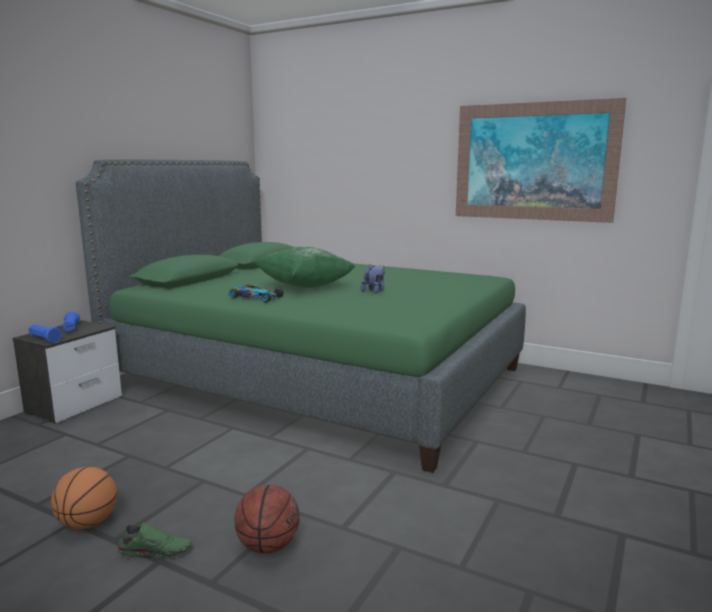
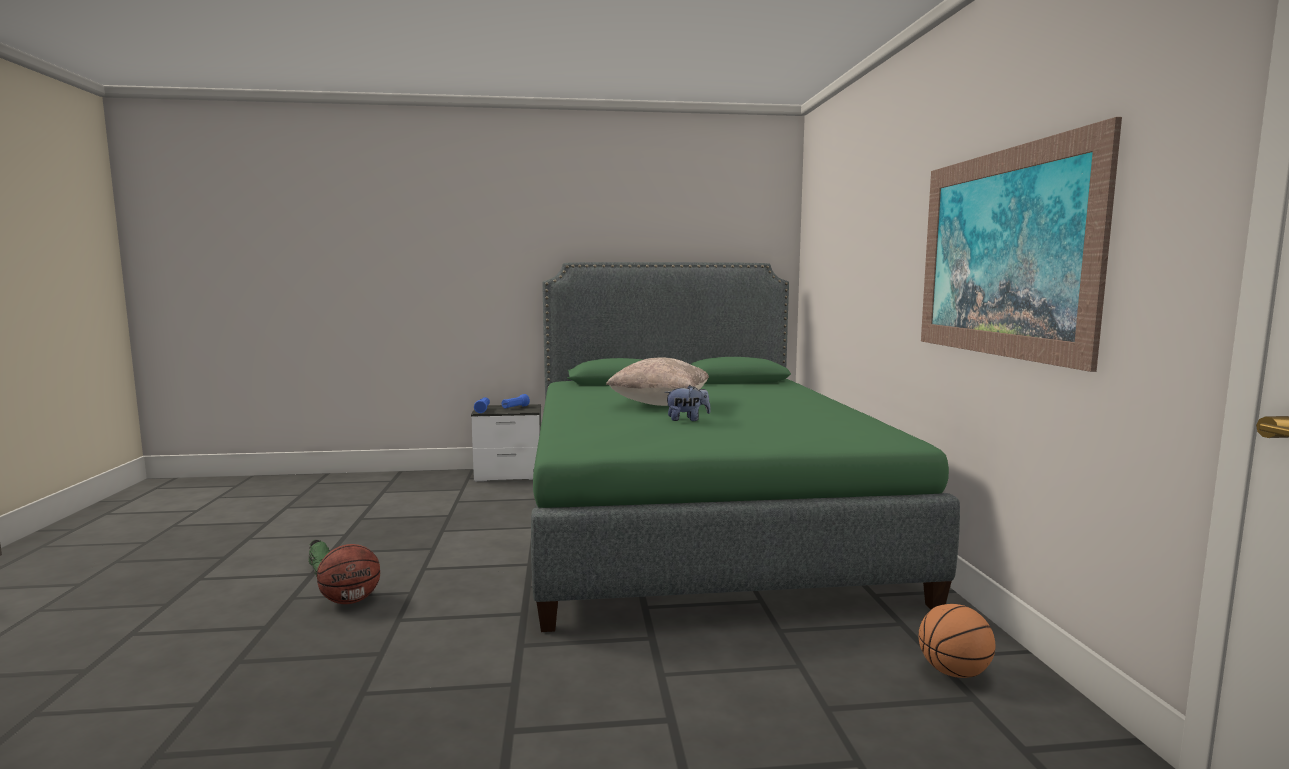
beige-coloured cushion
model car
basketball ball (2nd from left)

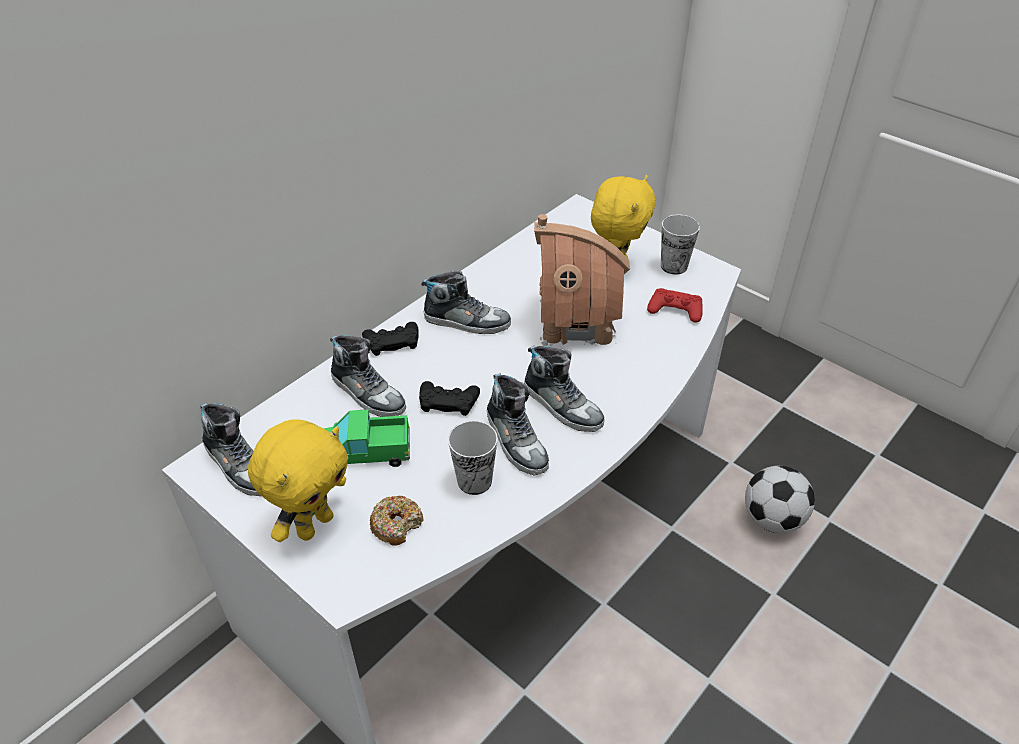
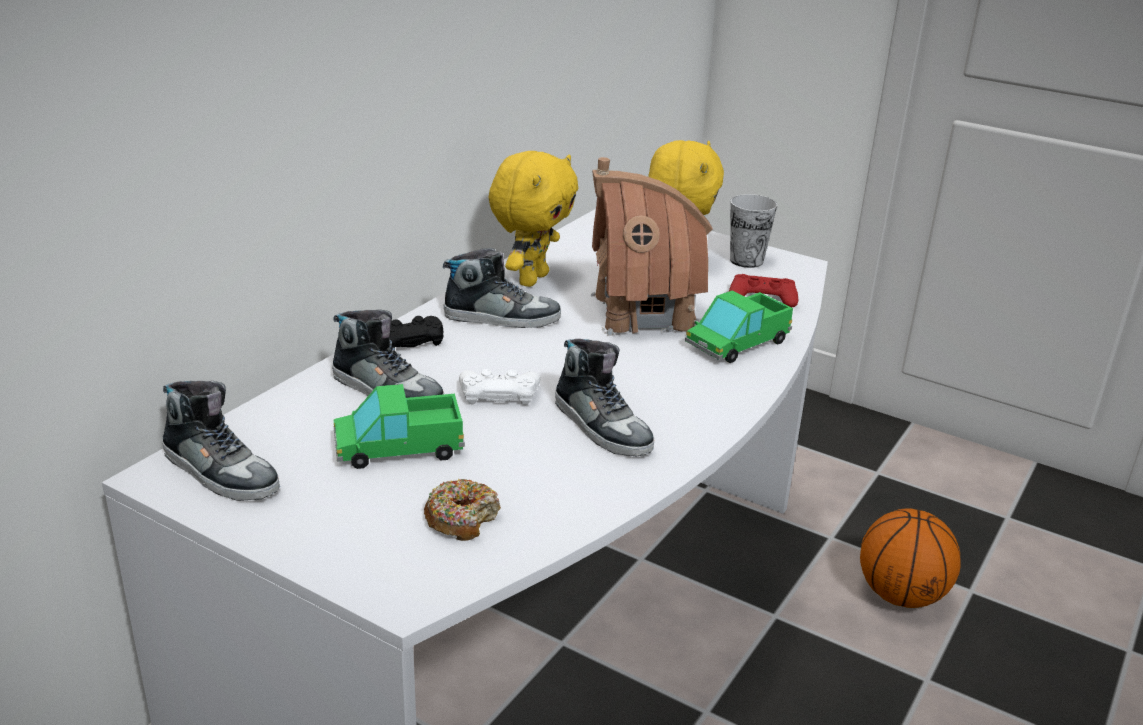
low shoe (5th from left in the first image)
whitish gamepad
yellowish plush toy (1st from left)
small cup (1st from left in the first image)
basketball ball
toy truck (2nd from left)

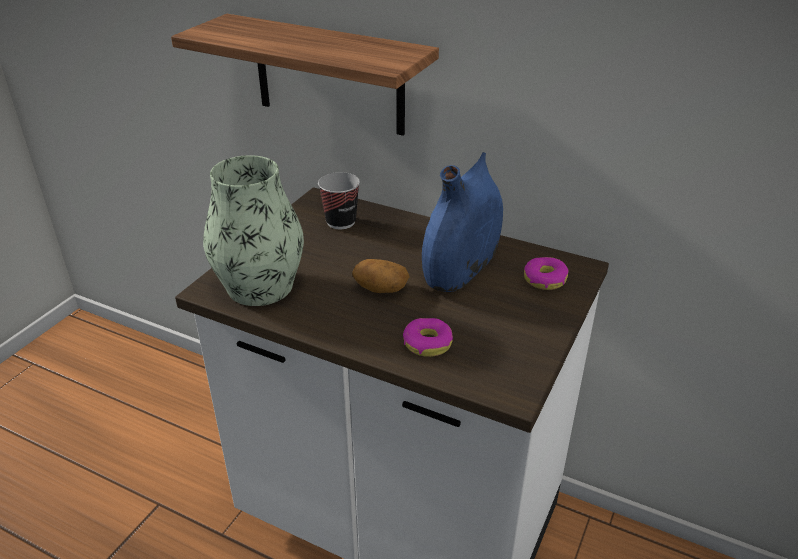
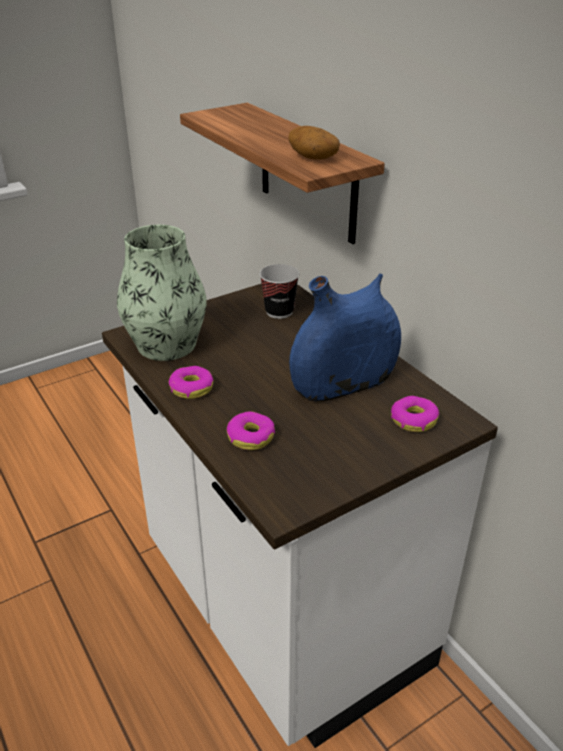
whole potato
ring doughnut (1st from left)

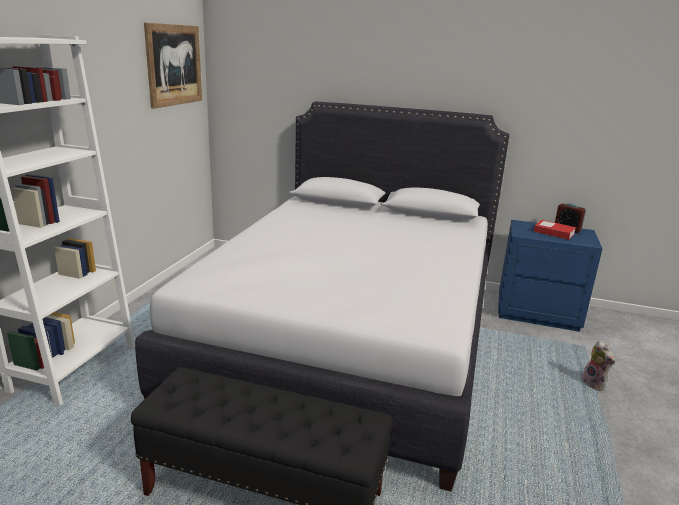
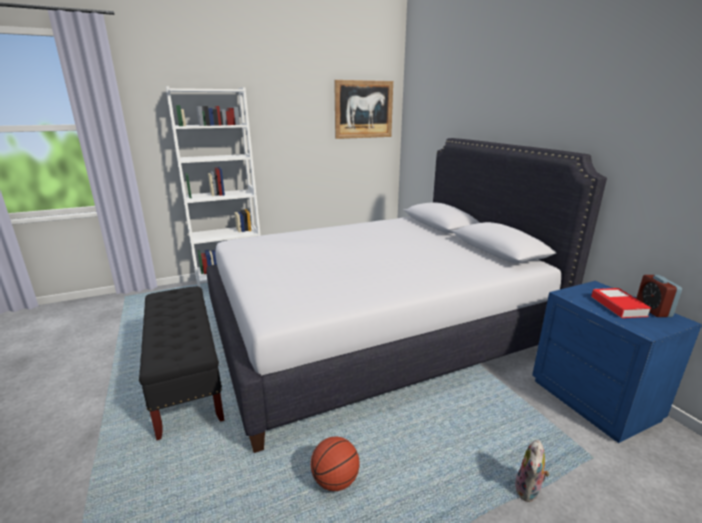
basketball ball

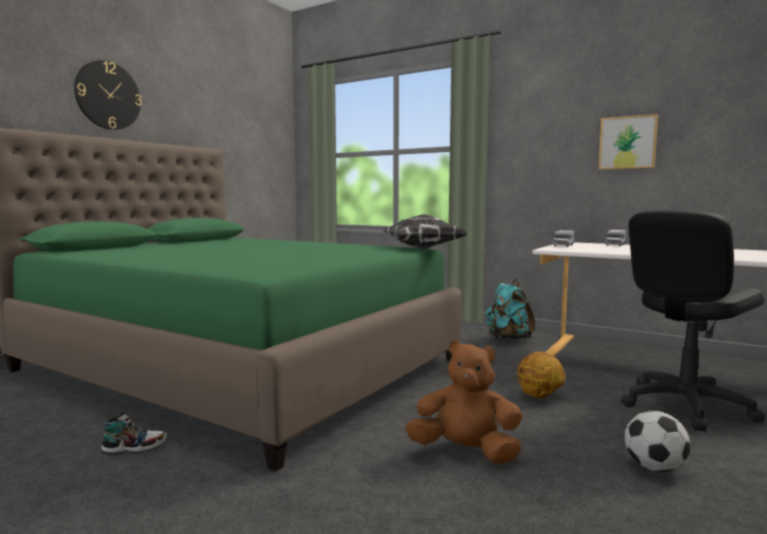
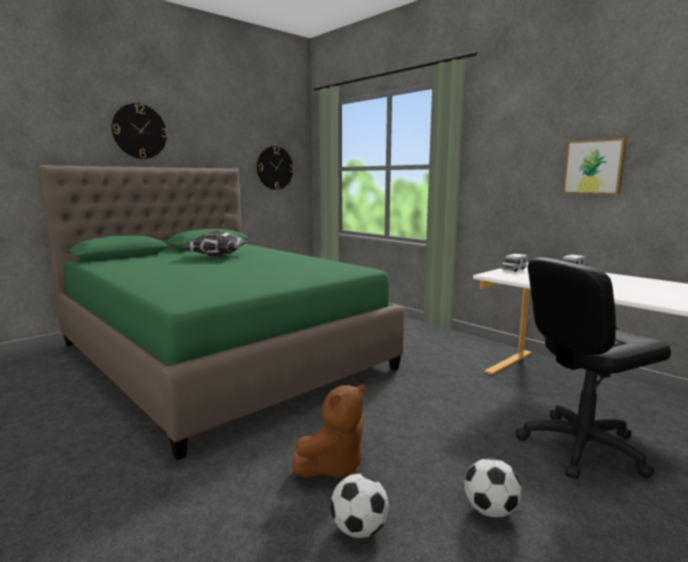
cushion
turquoise knapsack
brown plush toy
basketball ball
low shoe
hanging clock (2nd from left)
football (1st from left)

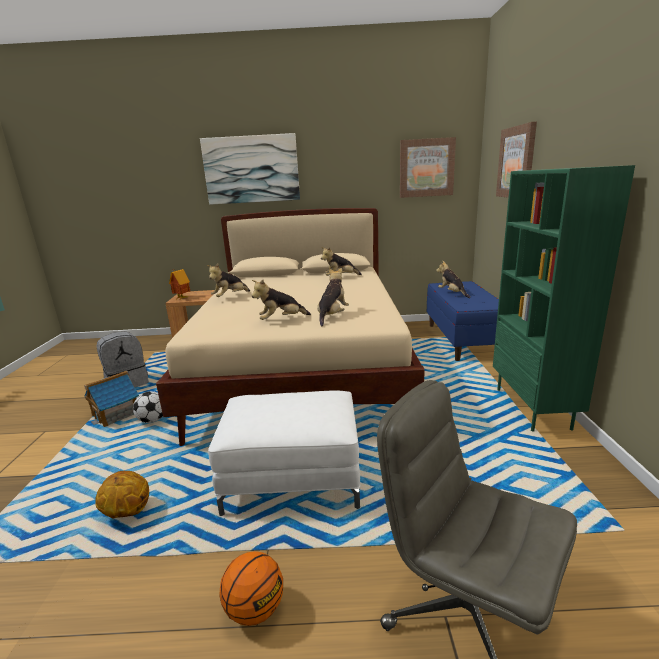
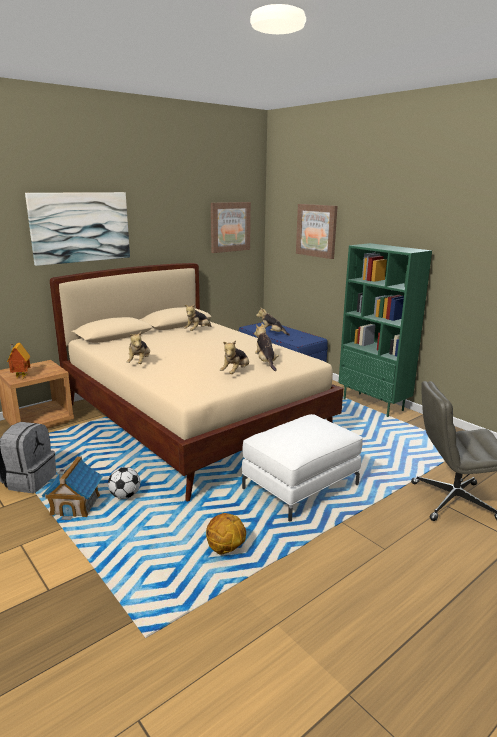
basketball ball (2nd from left in the first image)

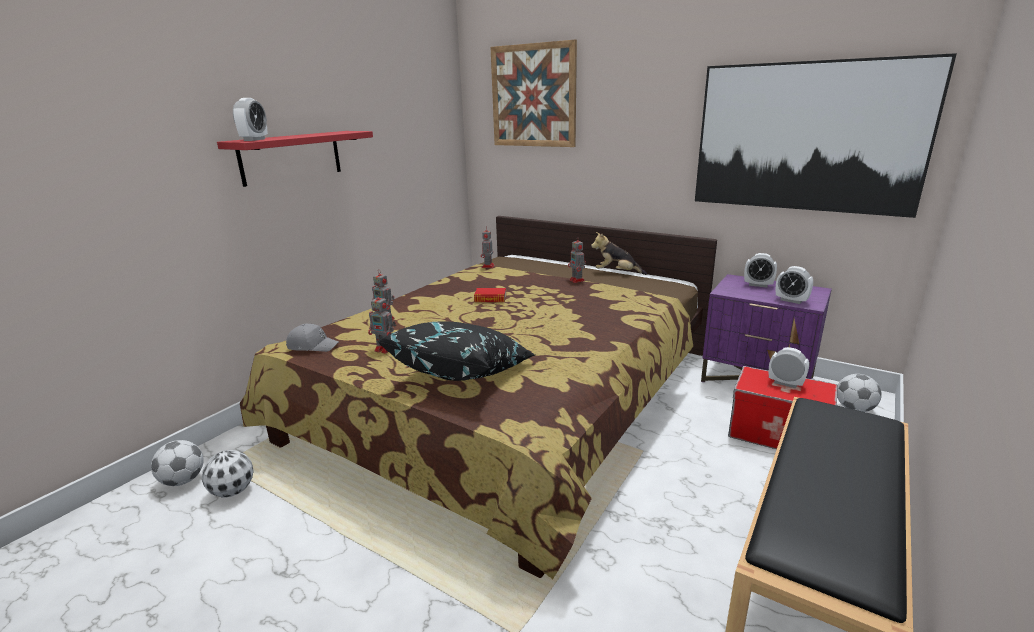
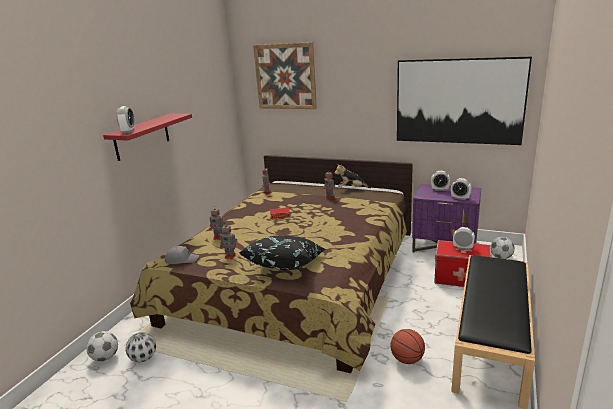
basketball ball

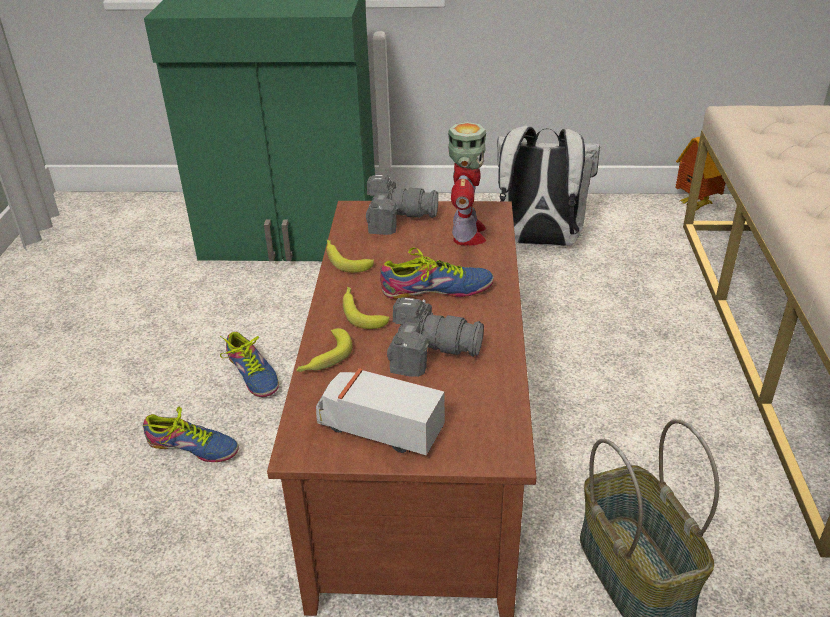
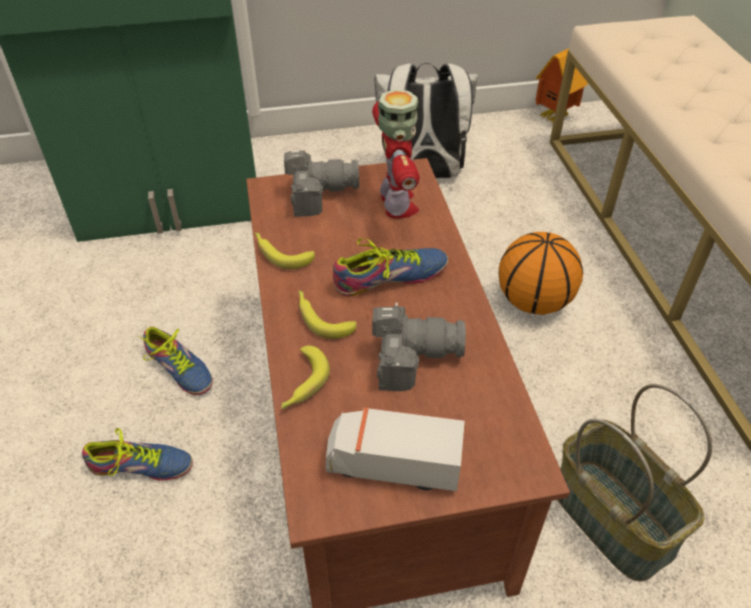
basketball ball

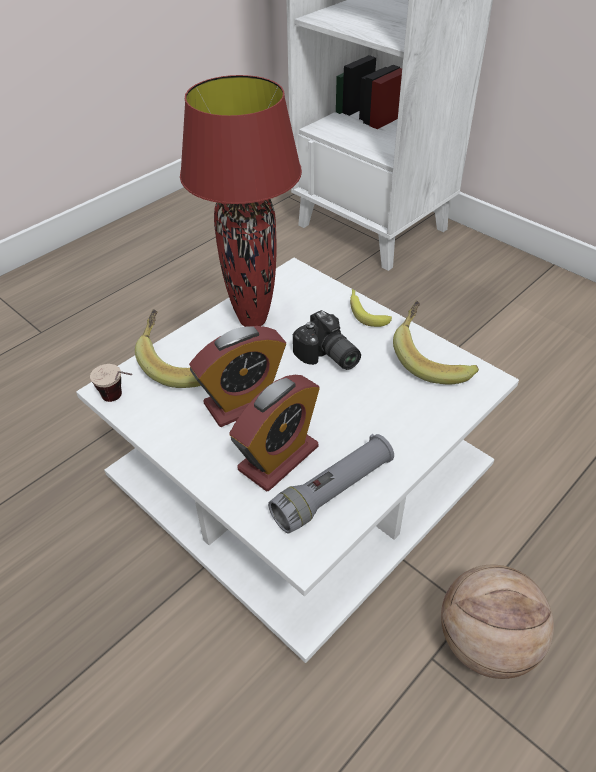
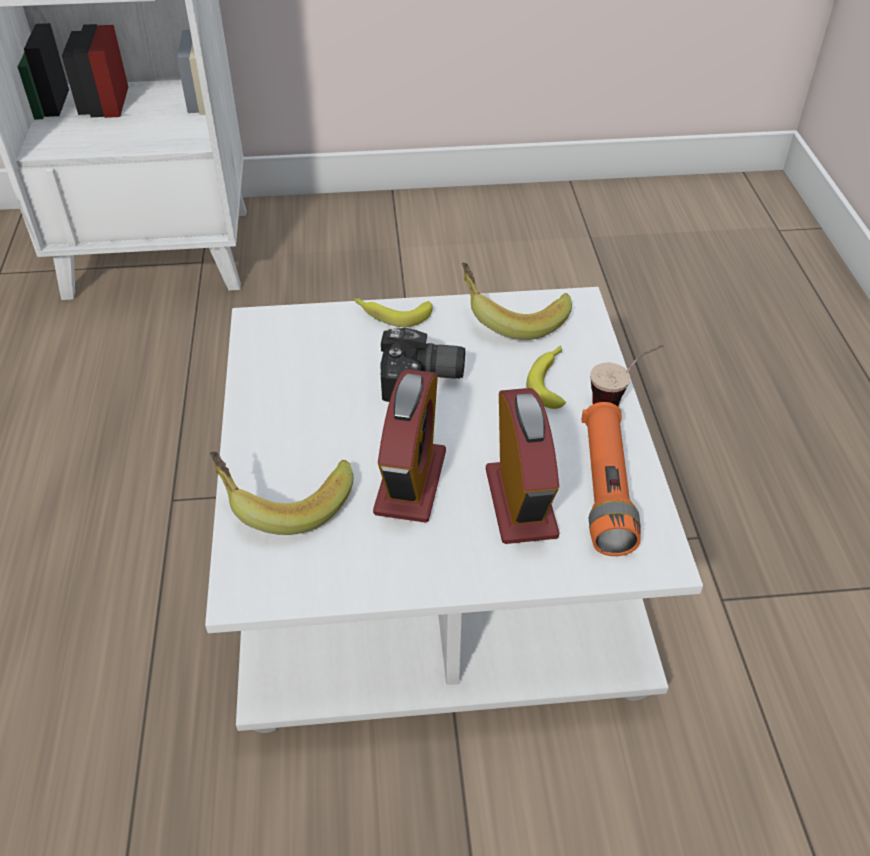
red-coloured tabletop lamp
small cup
orange flashlight
basketball ball
banana (4th from left)

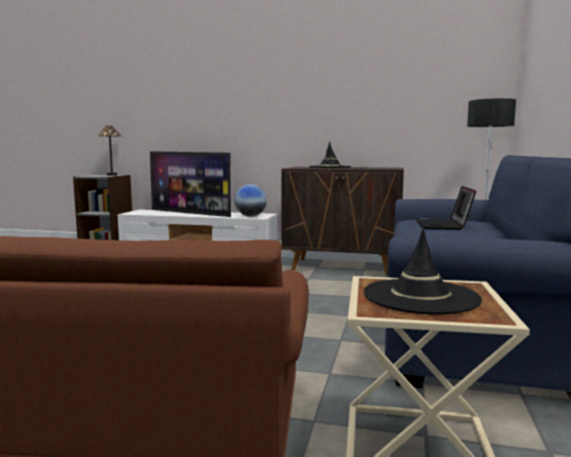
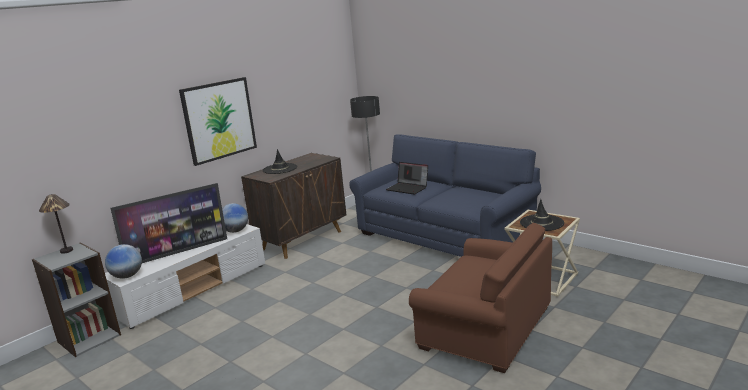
wall art
world globe (1st from left)

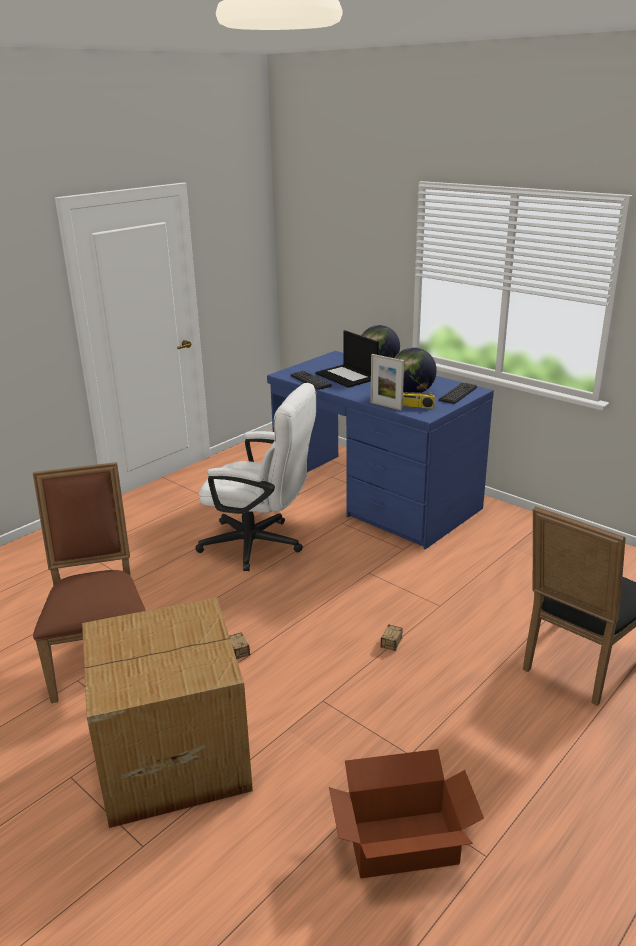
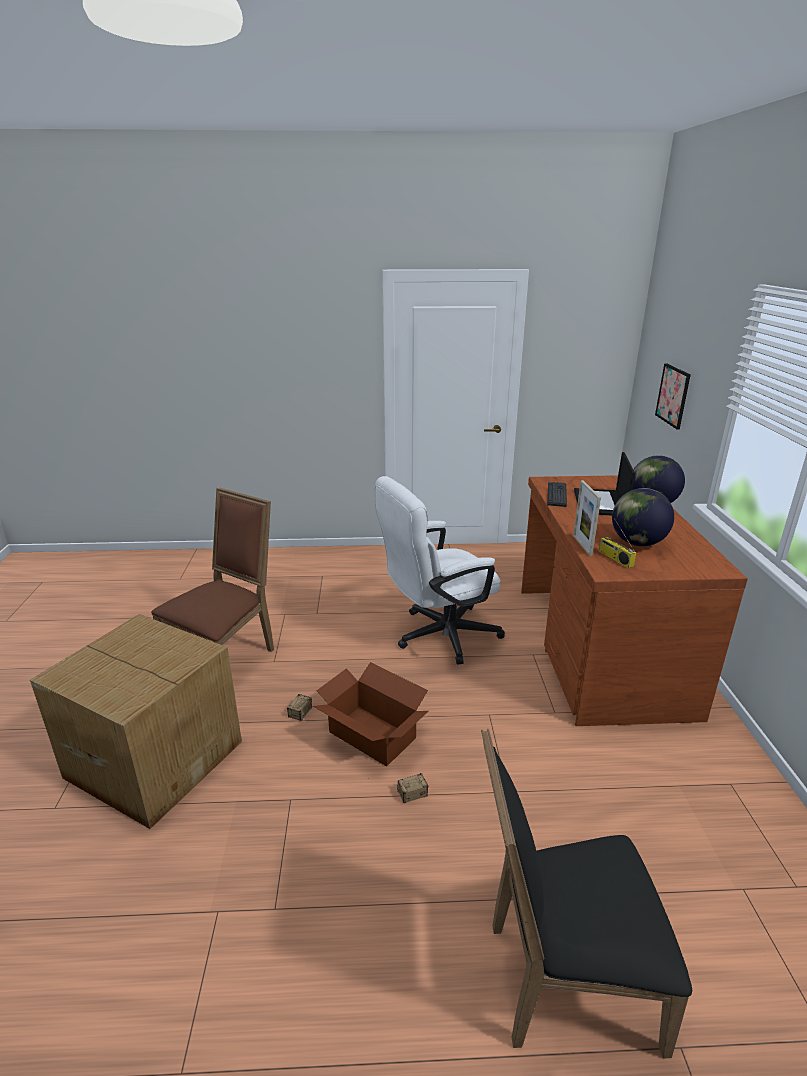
brown desk
whitish desk chair
keyboard (2nd from left in the first image)
packing box (2nd from left)
wall art

